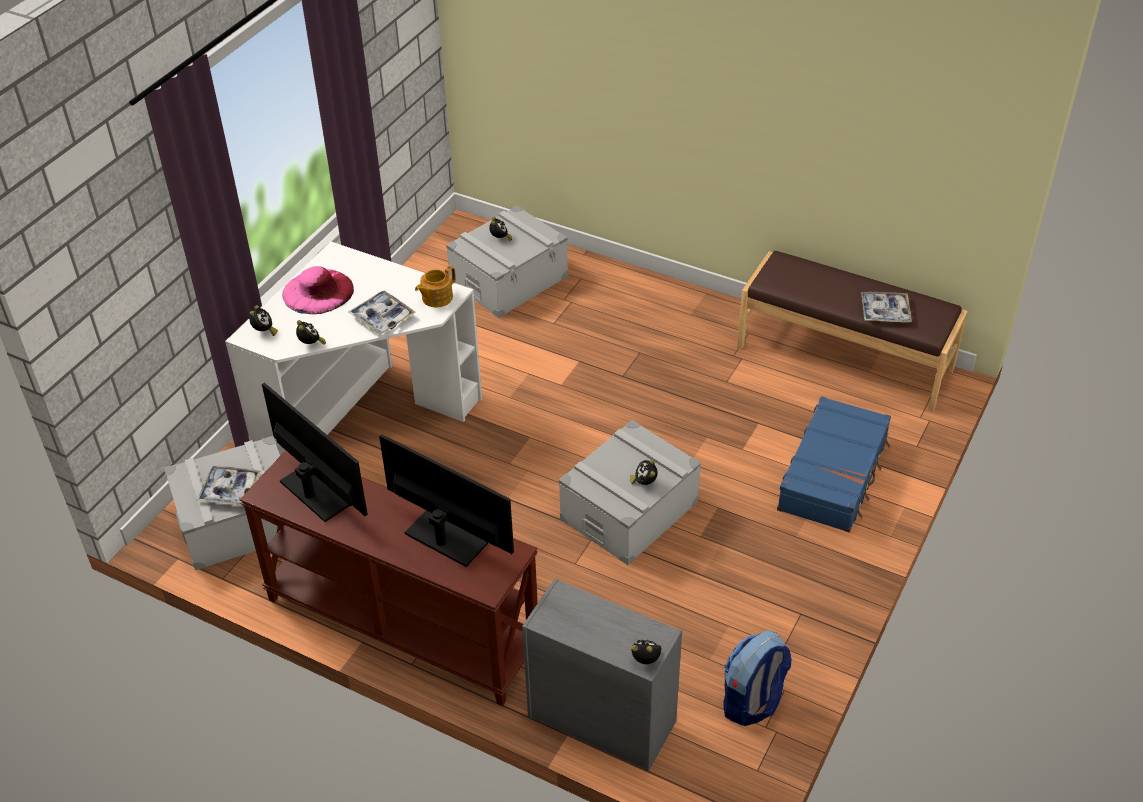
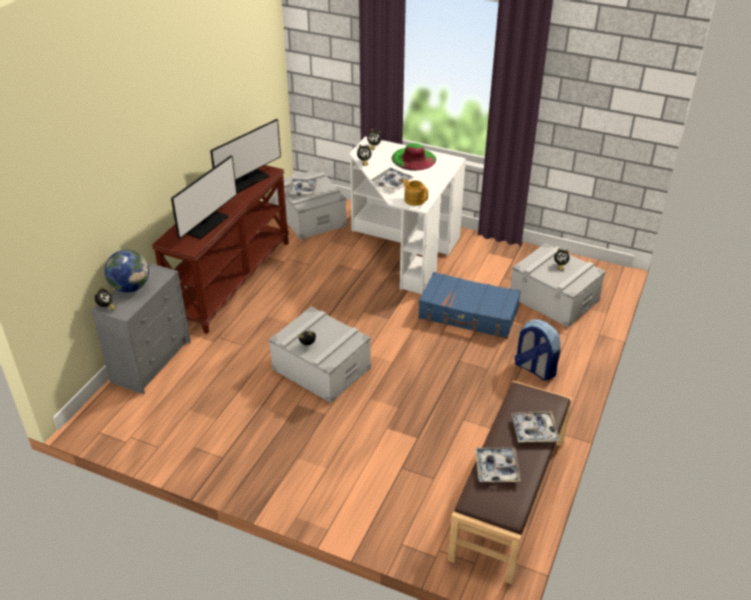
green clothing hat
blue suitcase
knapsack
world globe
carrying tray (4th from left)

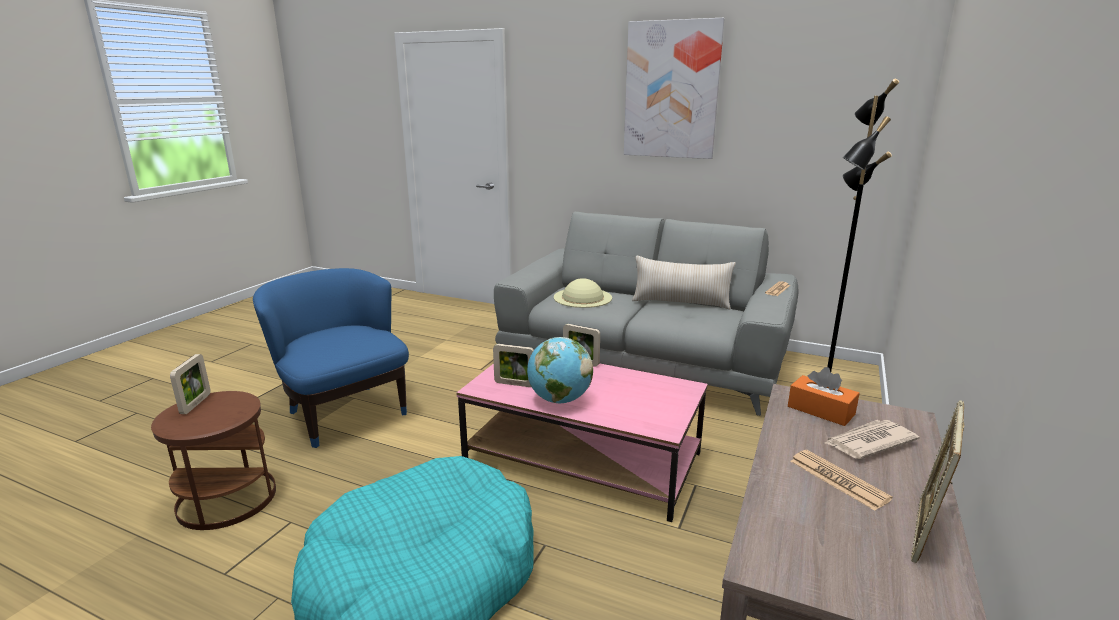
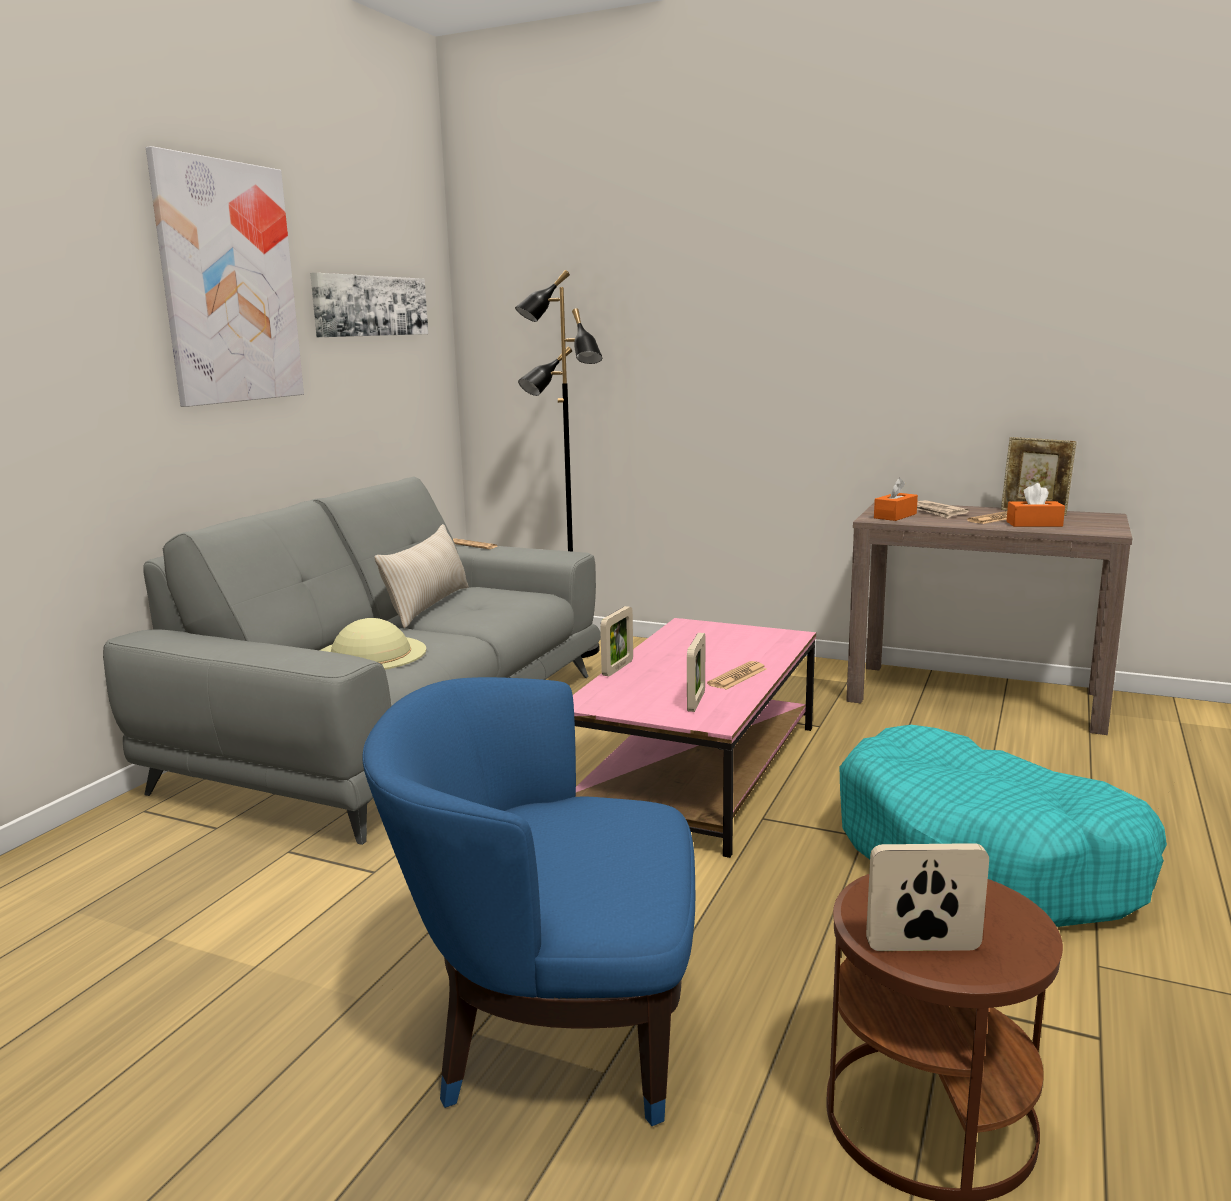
blue lounge chair
newspaper (2nd from left)
wall art (2nd from left)
orange tissue holder (2nd from left)

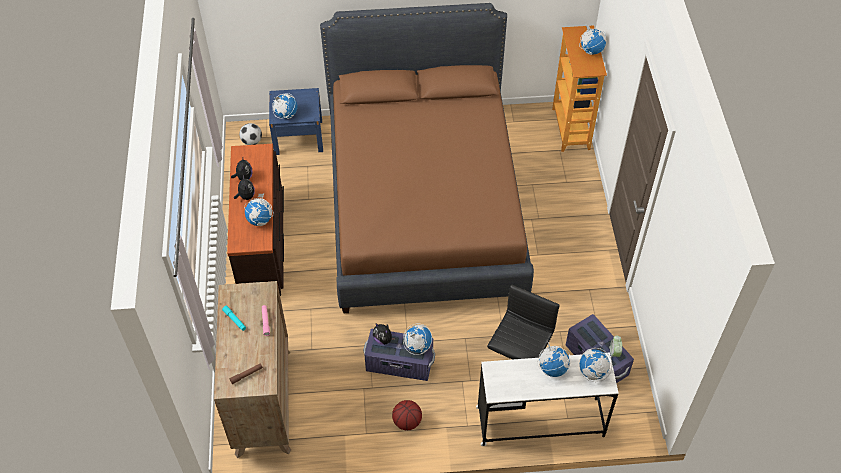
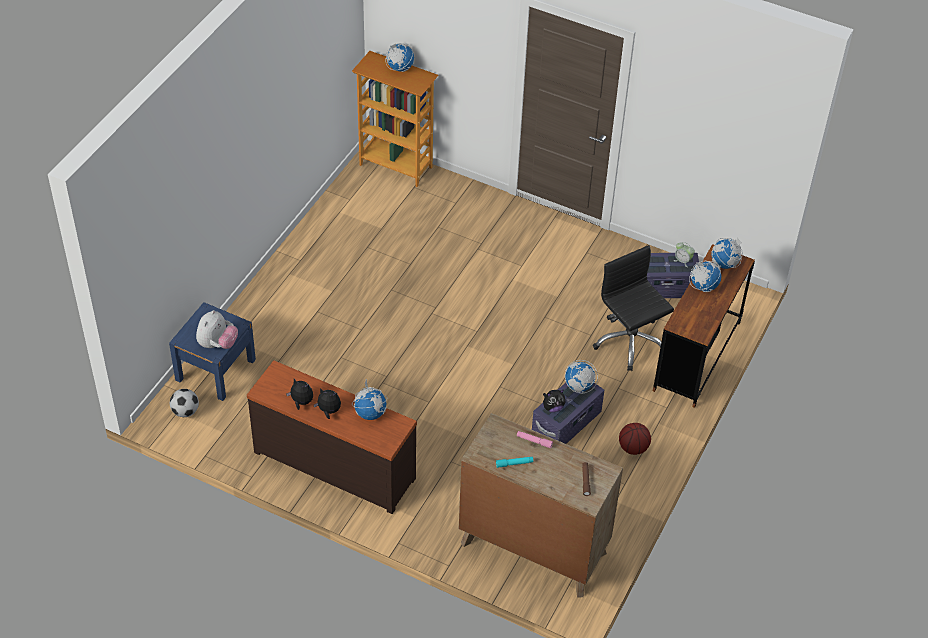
brown bedroom bed
plush toy (1st from left)
brown desk

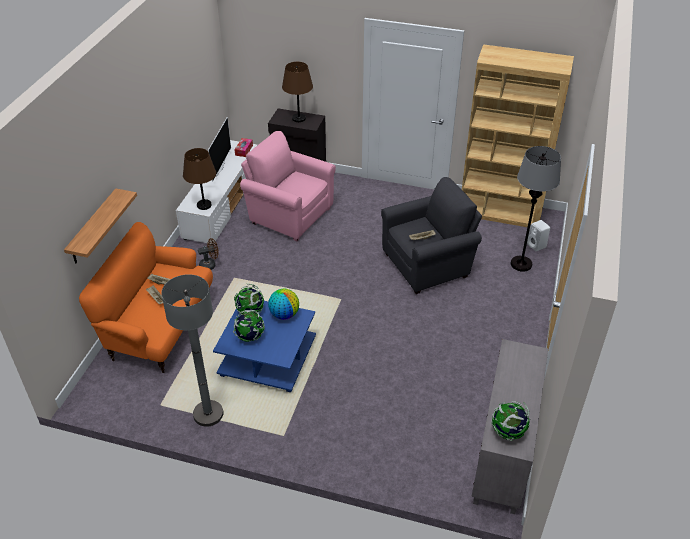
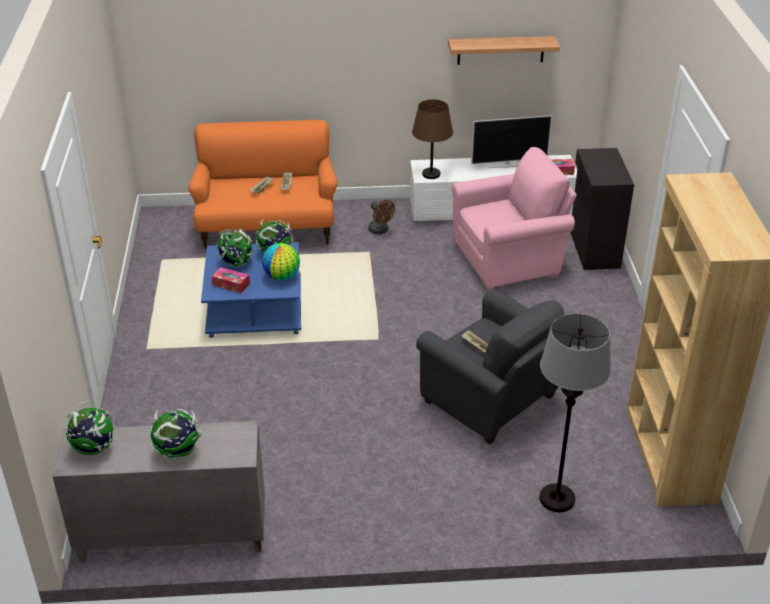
brown tabletop lamp (2nd from left in the first image)
pink lounge chair
shelf
whitish loudspeaker
gray floor lamp (1st from left in the first image)
tissue holder (1st from left)
world globe (2nd from left)

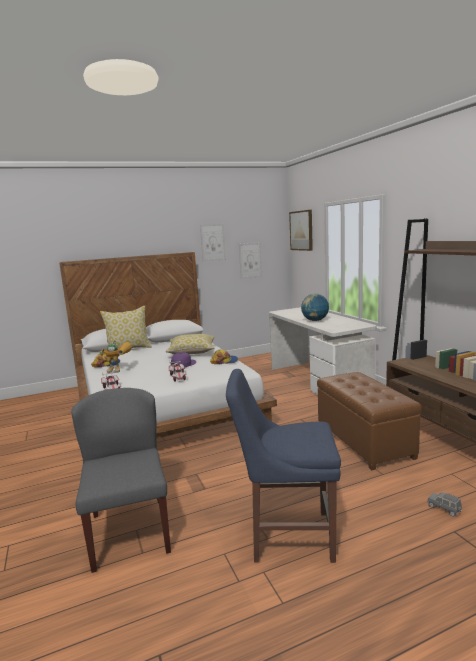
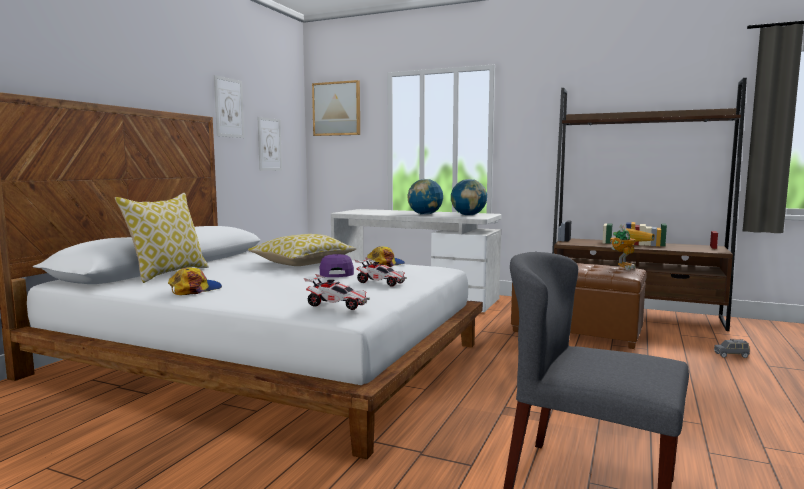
robot figure
blue chair
world globe (2nd from left)

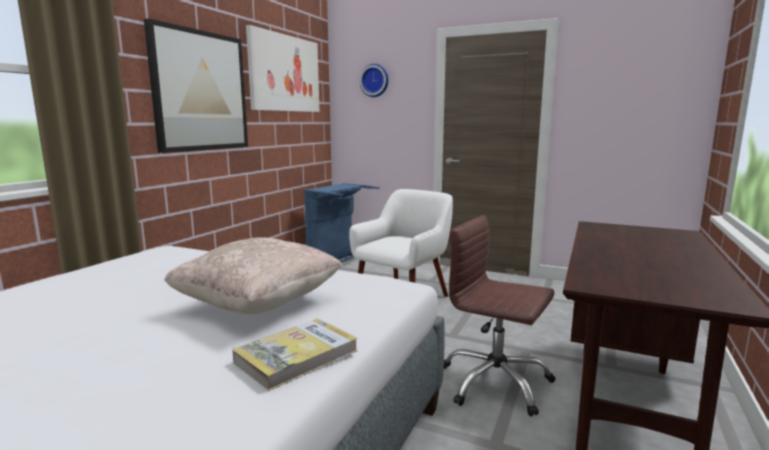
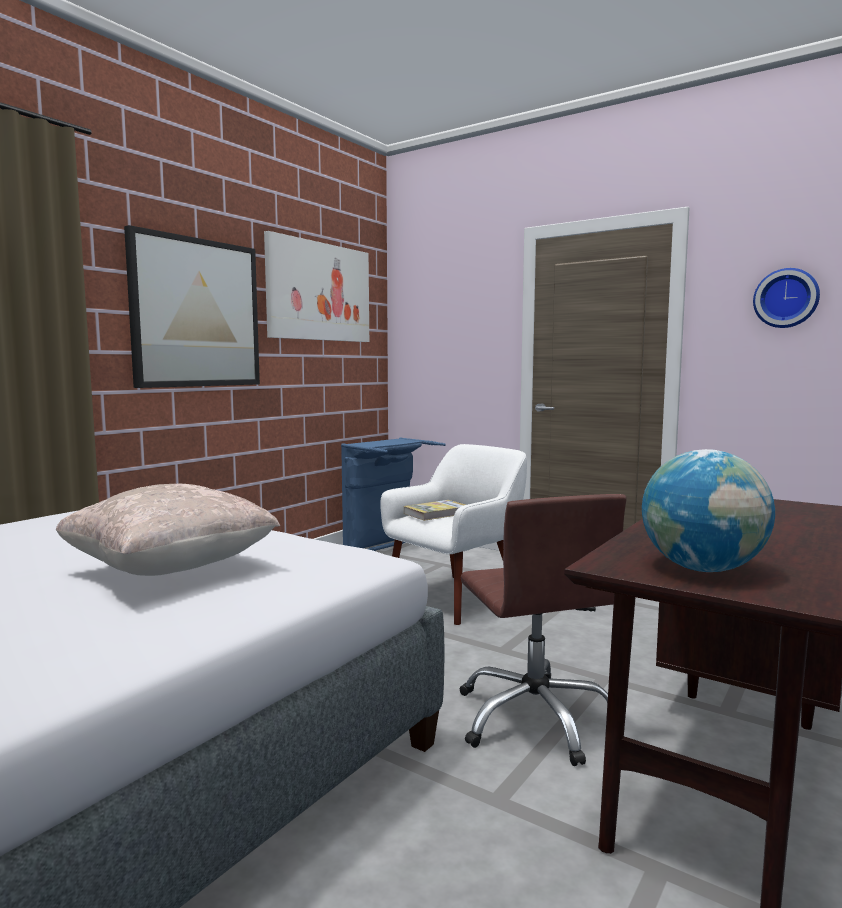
hanging clock
brown desk chair
volume
world globe

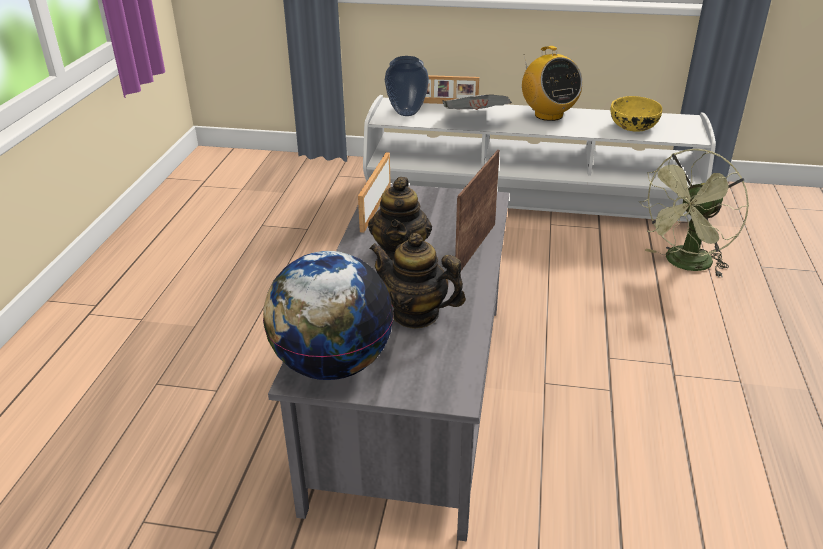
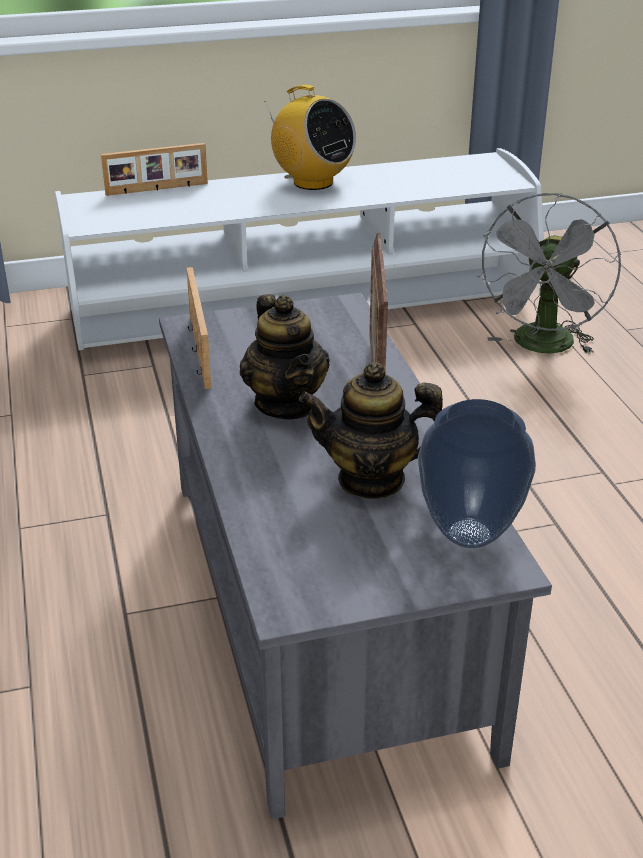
vase
newspaper
yellowish deep dish
gray fan
world globe

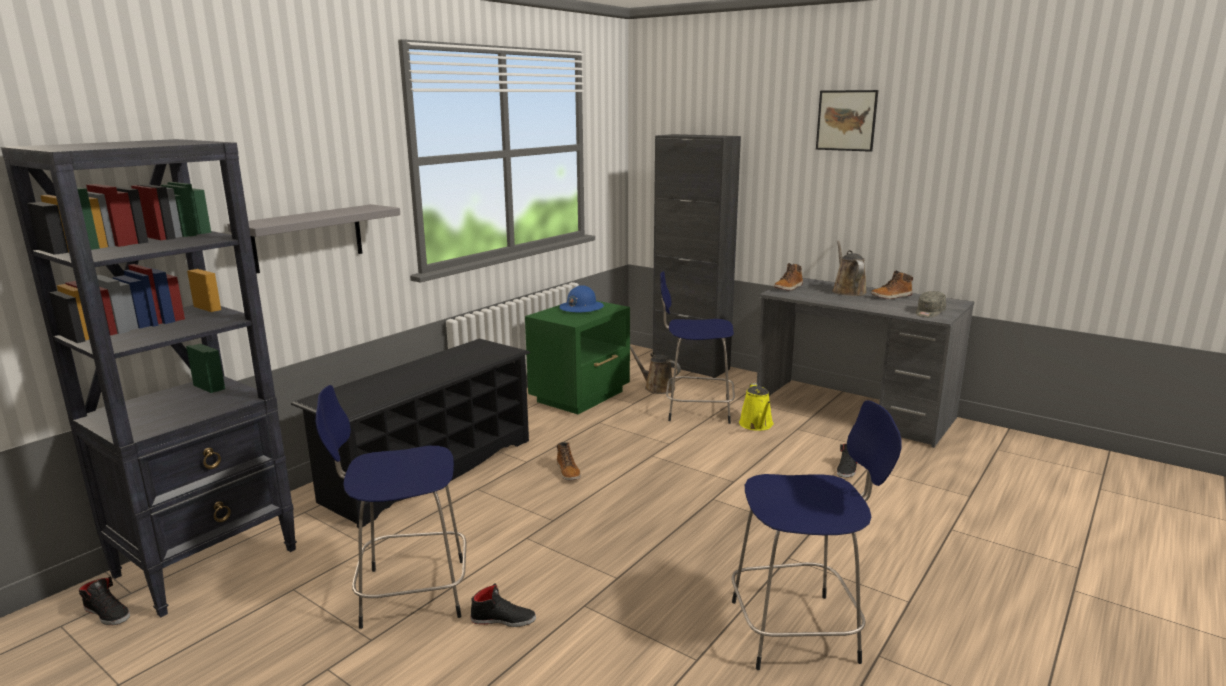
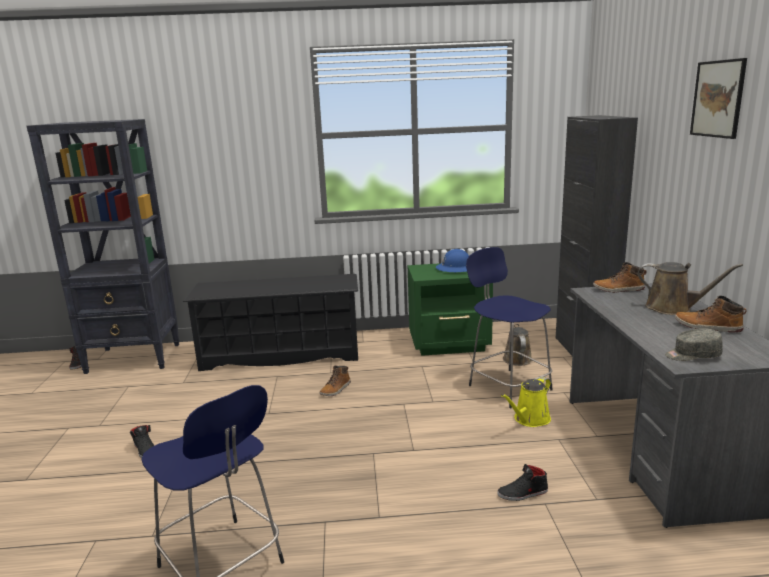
gray shelf
brown sprinkling can (2nd from left)
blue sitting stool (1st from left in the first image)

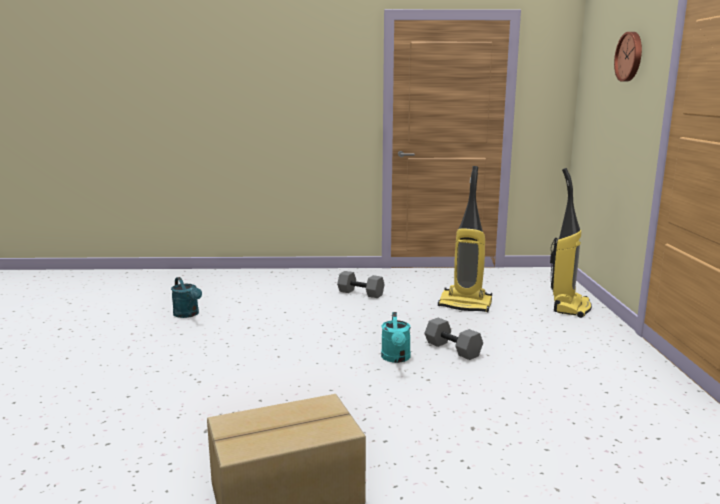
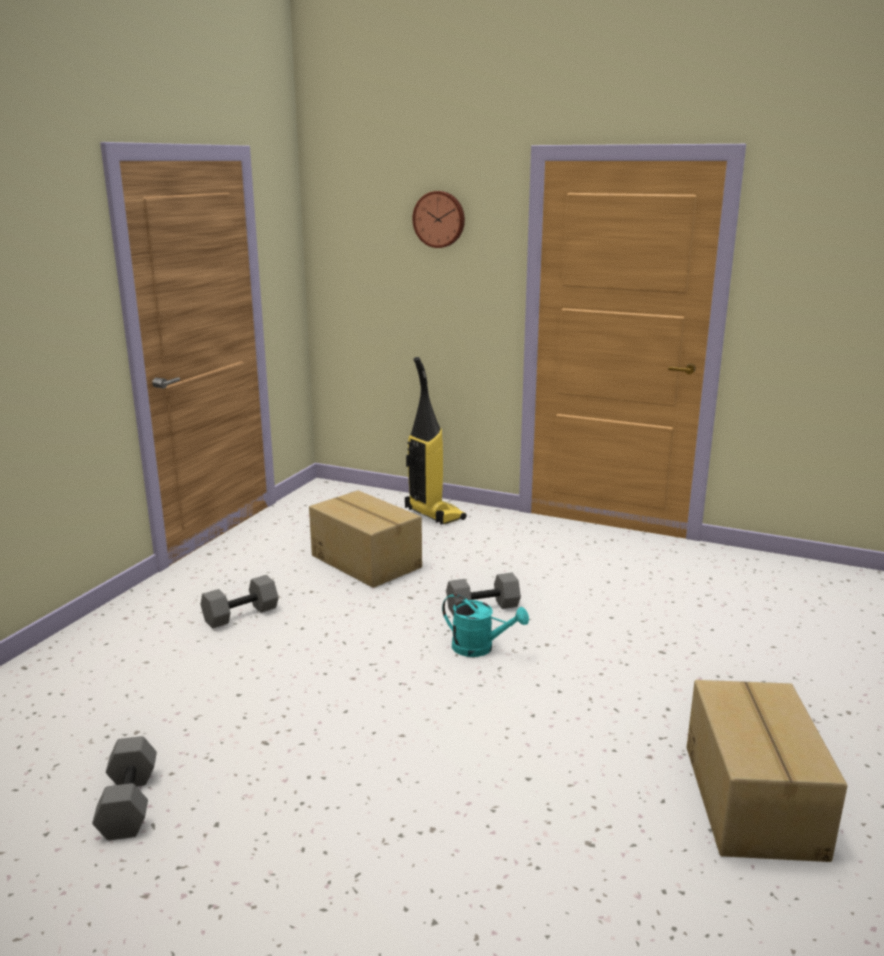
packing box (1st from left)
gray dumbbell (1st from left)

